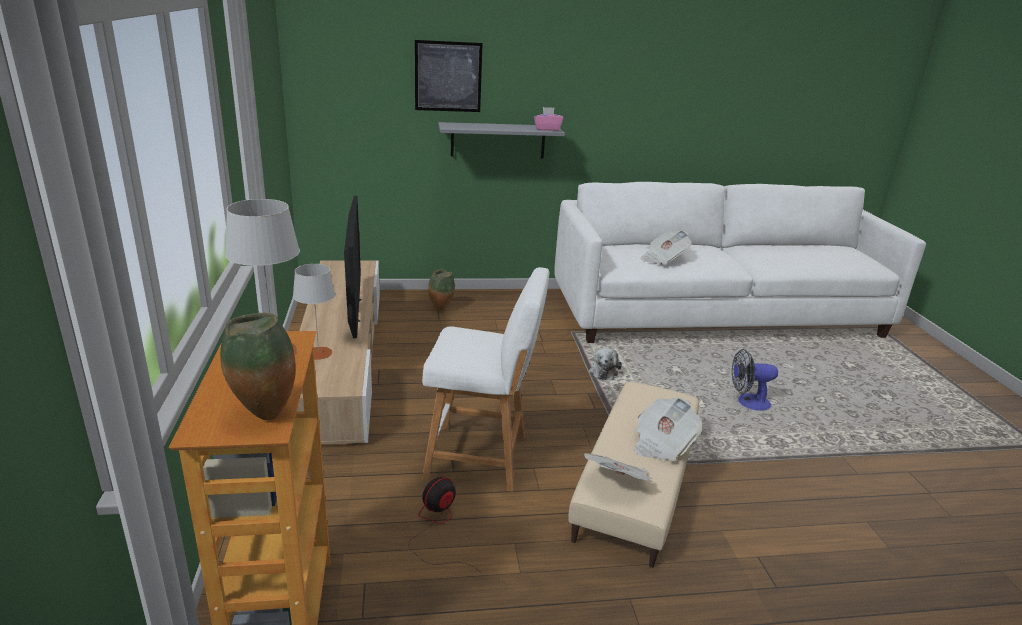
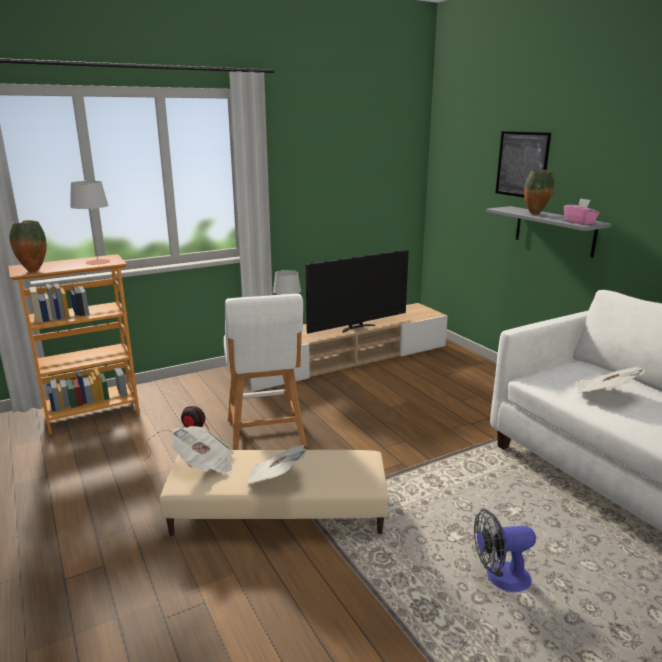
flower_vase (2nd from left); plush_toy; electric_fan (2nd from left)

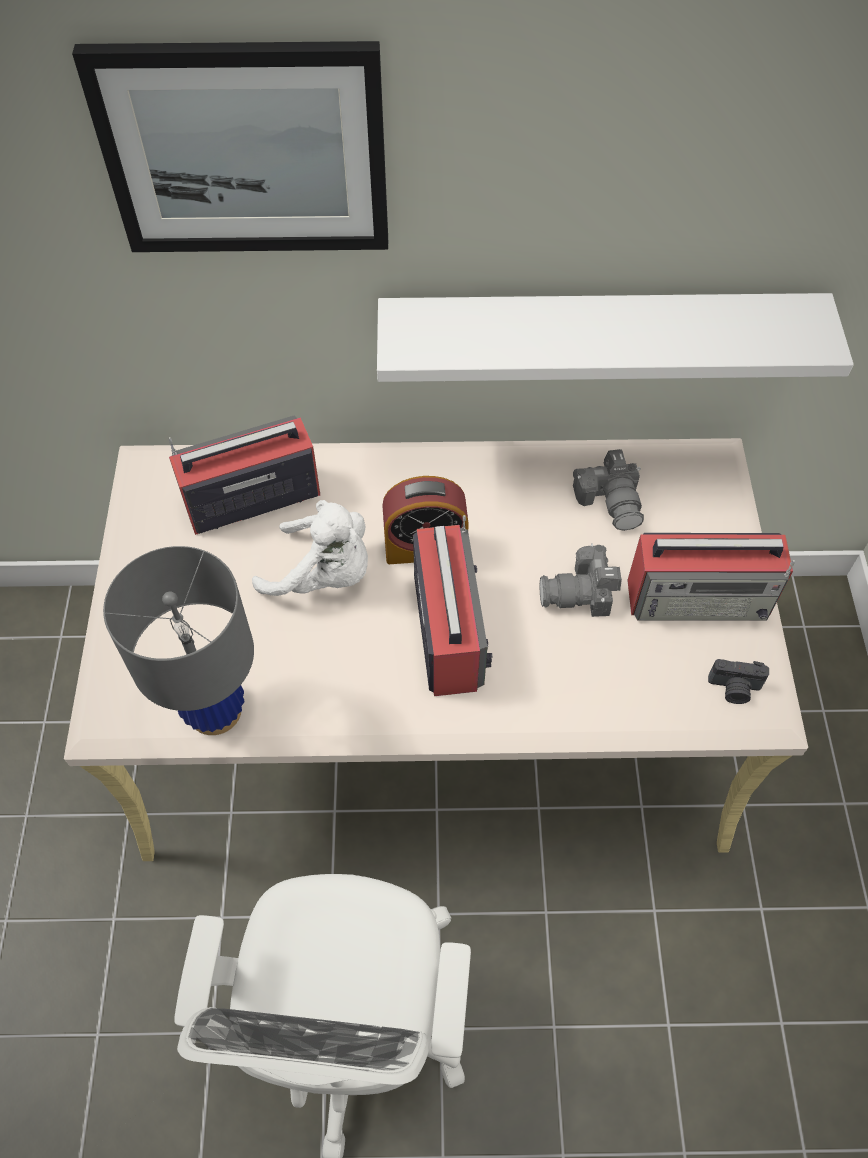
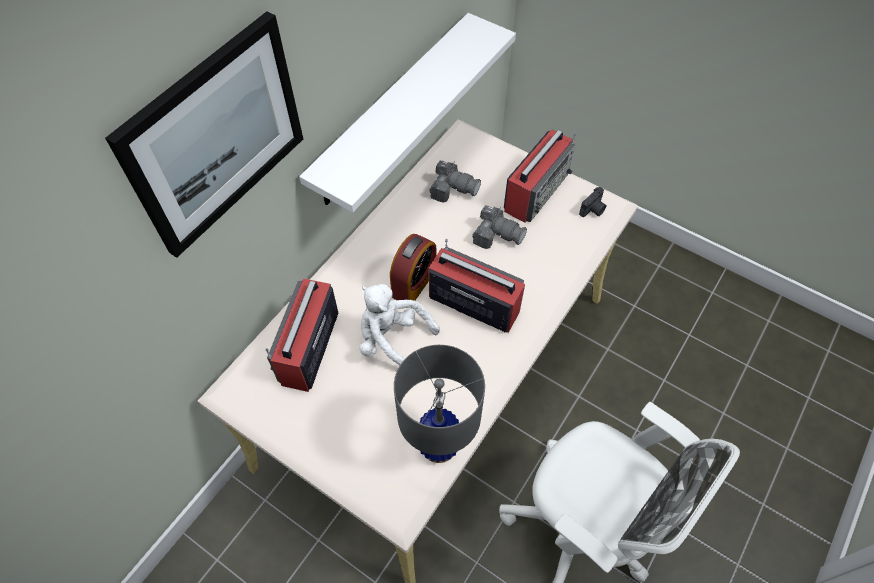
white_plush_toy; photo_camera (2nd from left)

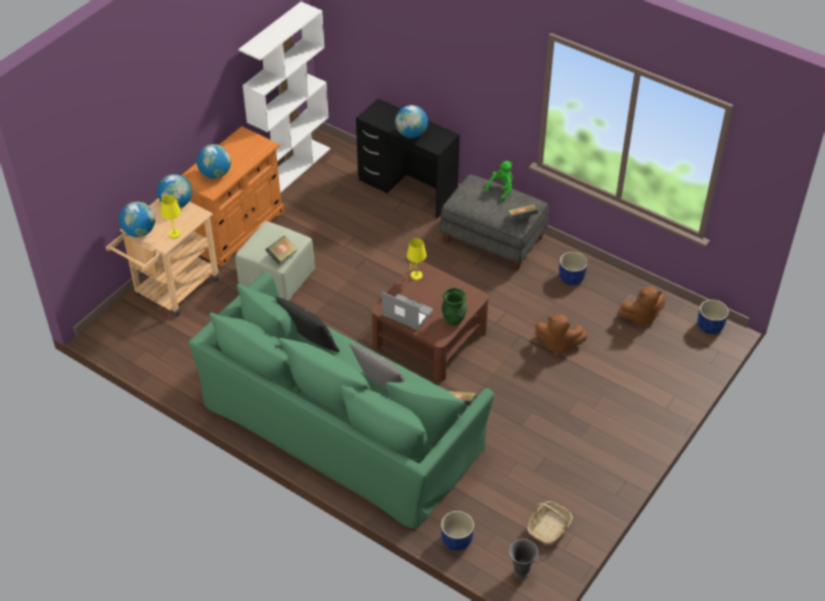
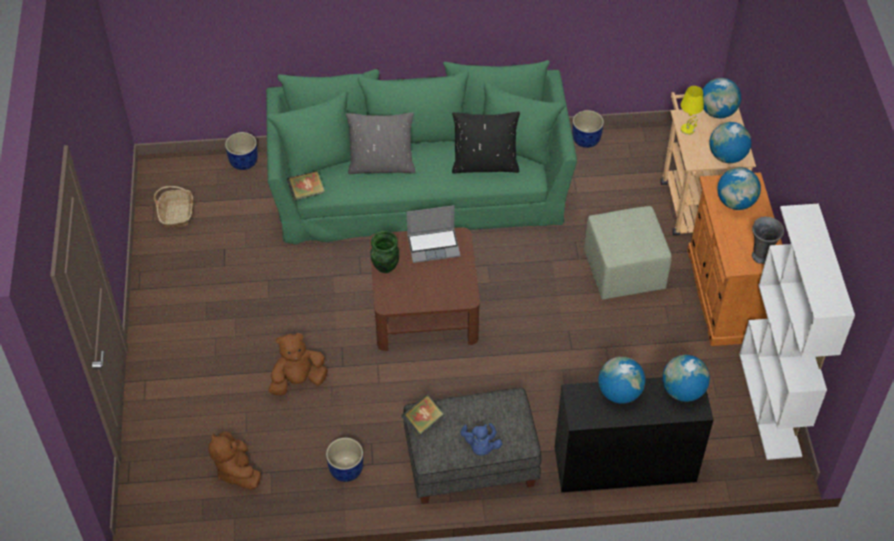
book (1st from left in the first image); yellow_lamp_for_a_table (2nd from left in the first image); bluish_plush_toy; gray_flower_vase; brown-coloured_plush_toy (1st from left); bluish_flower_pot (3rd from left); desk_globe (2nd from left)

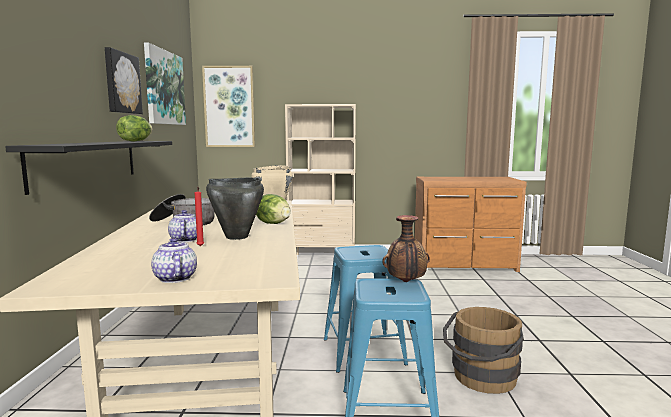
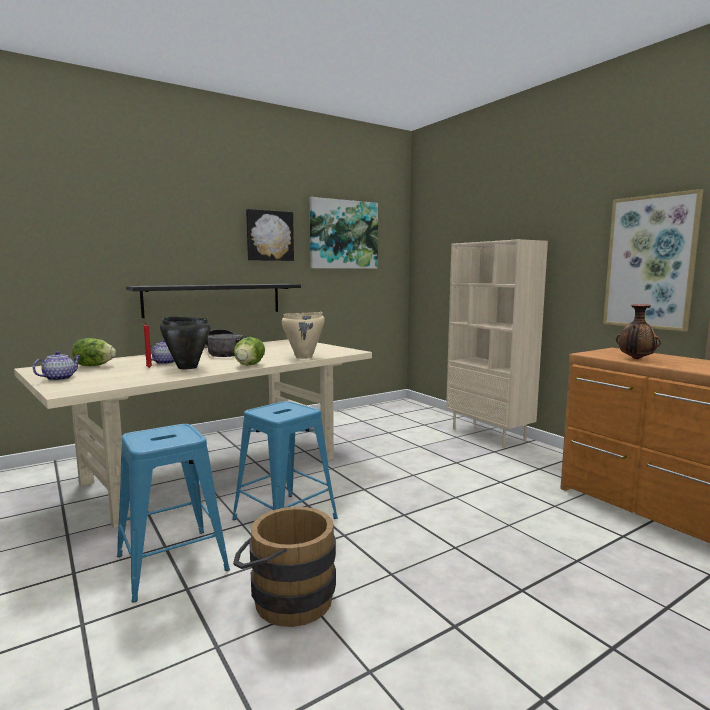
lettuce_head (1st from left); wall_art (3rd from left); flower_vase

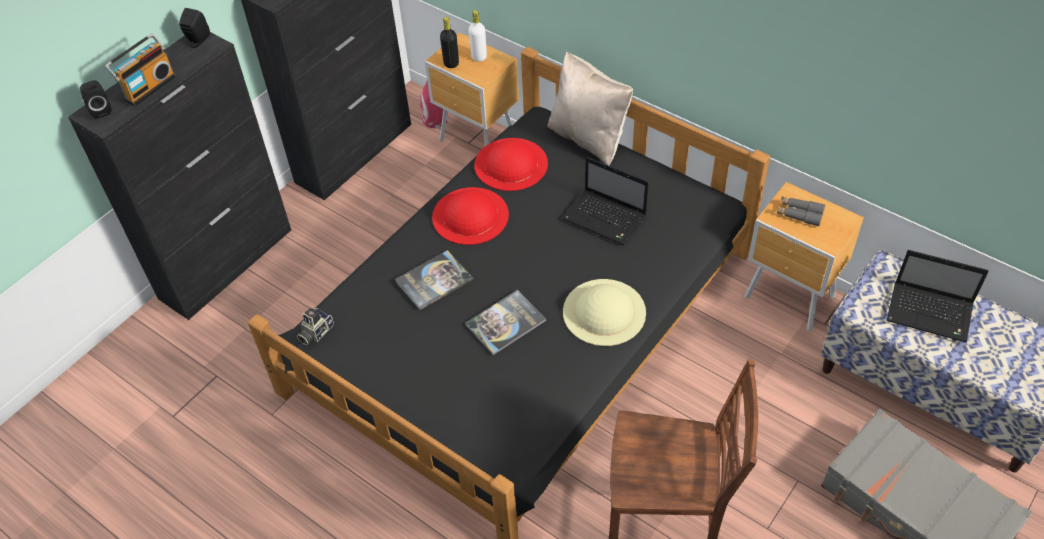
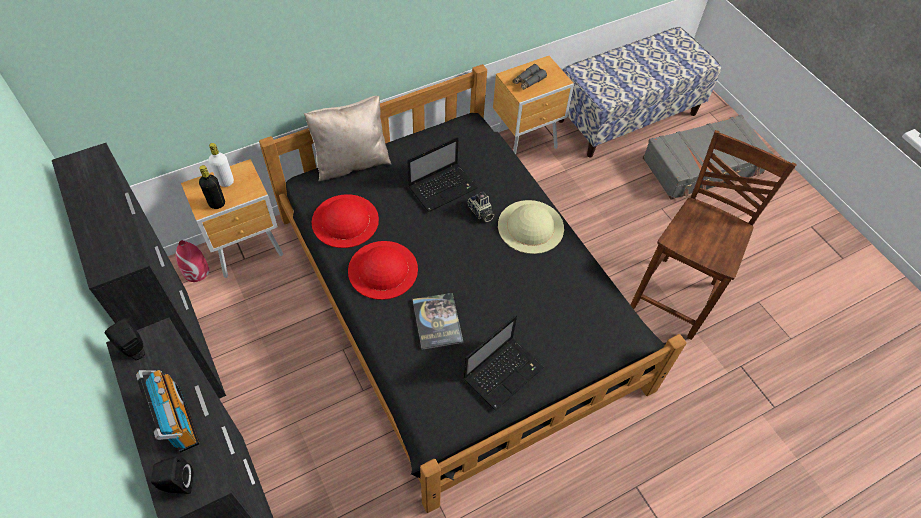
photo_camera; book (2nd from left in the first image); laptop (2nd from left)

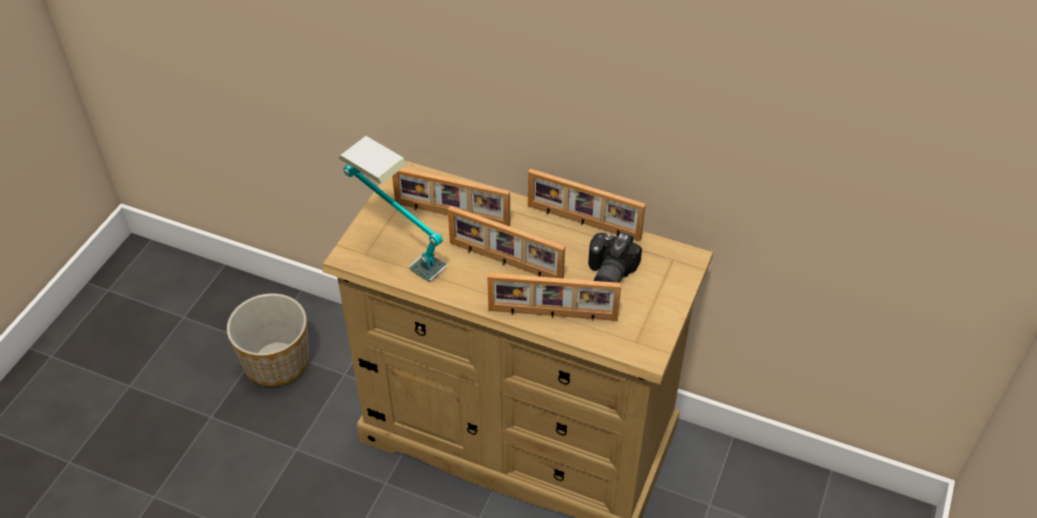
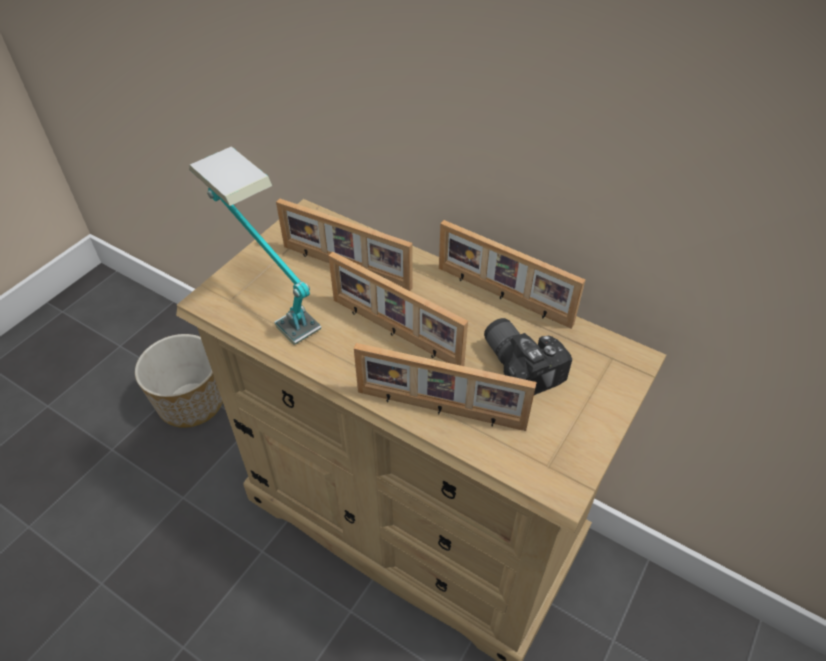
photo_camera

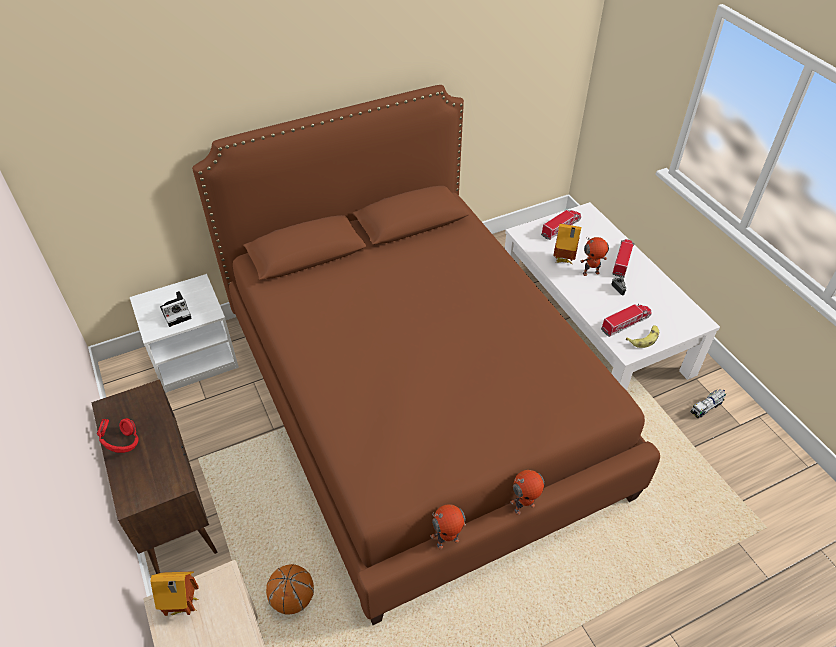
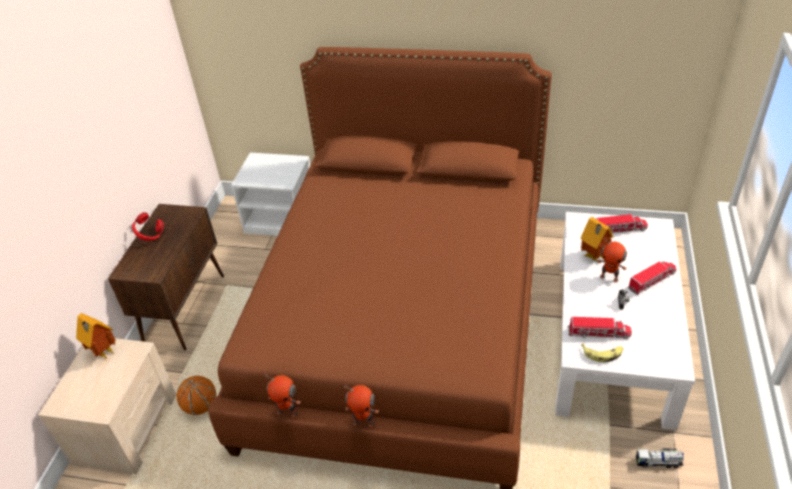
photo_camera (1st from left in the first image)

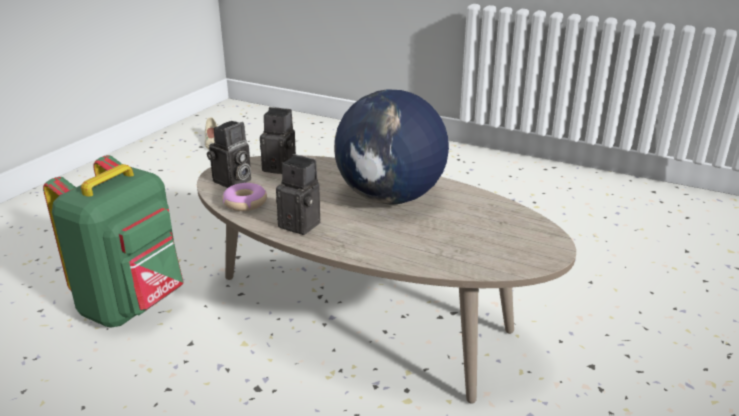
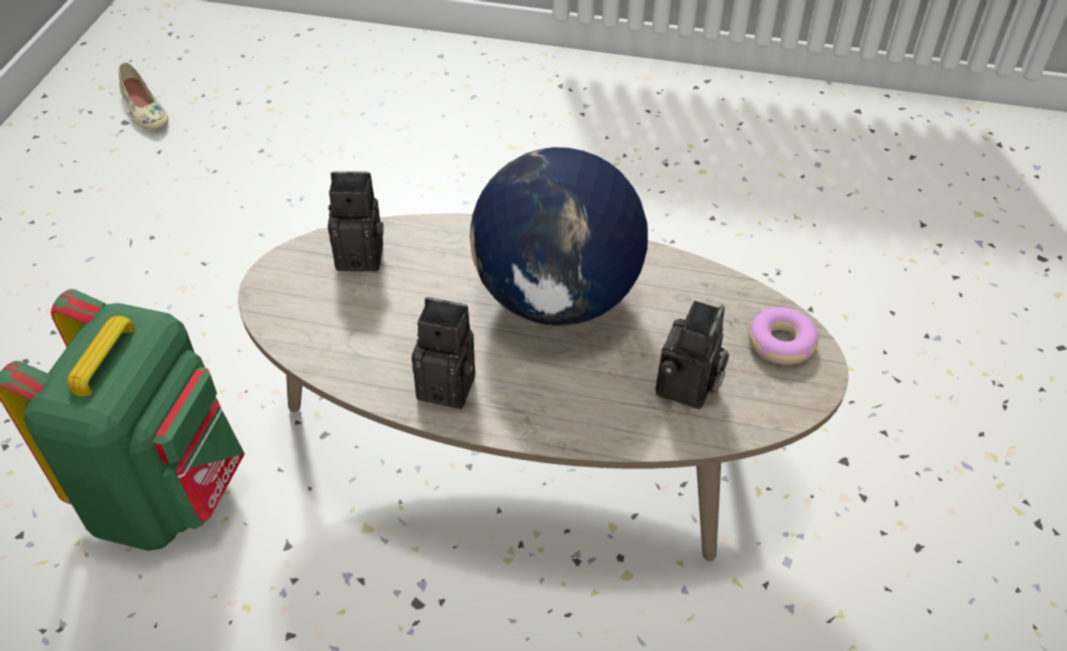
photo_camera (3rd from left); ring_doughnut

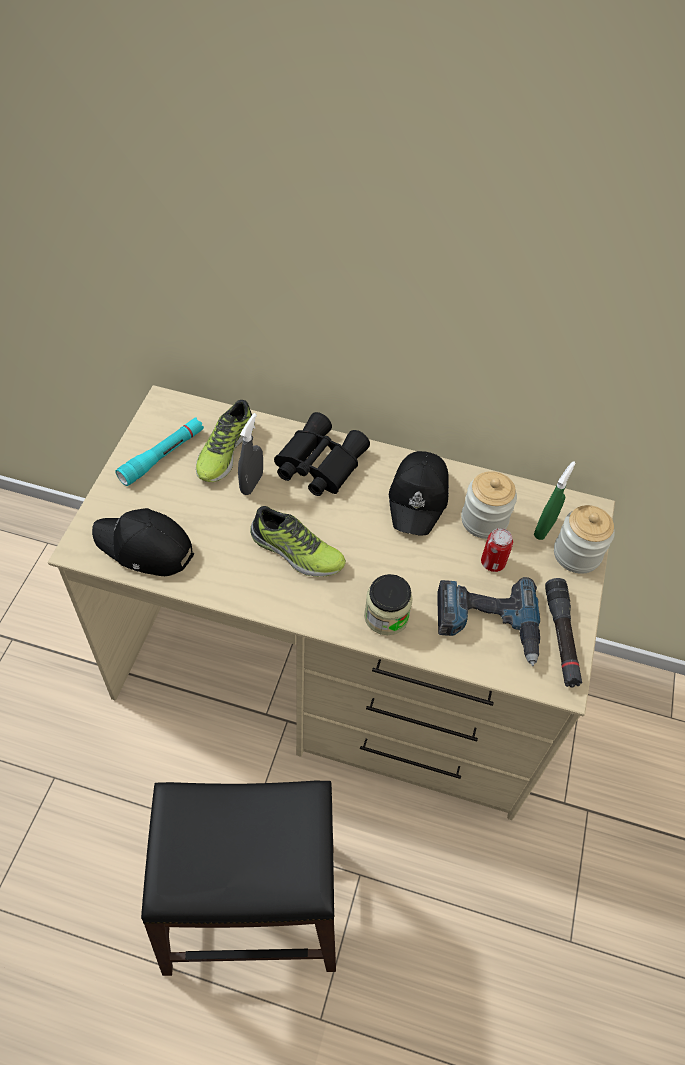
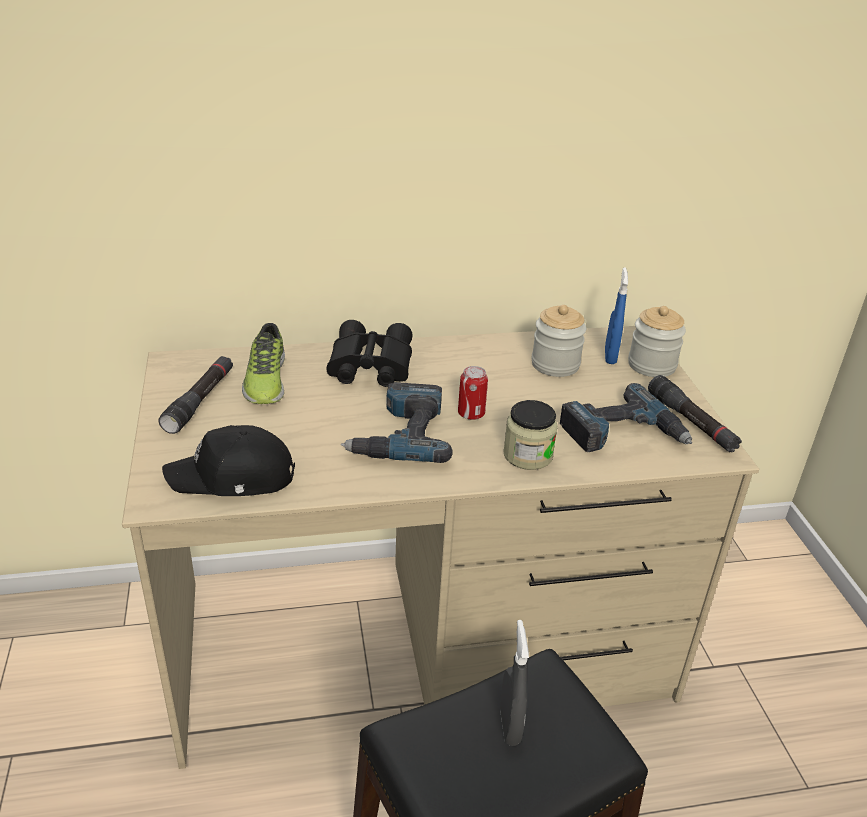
black_hand_torch (1st from left); gray_sprayer; electric_drill (1st from left); black_peaked_cap (2nd from left in the first image); metal_can; bluish_sprayer

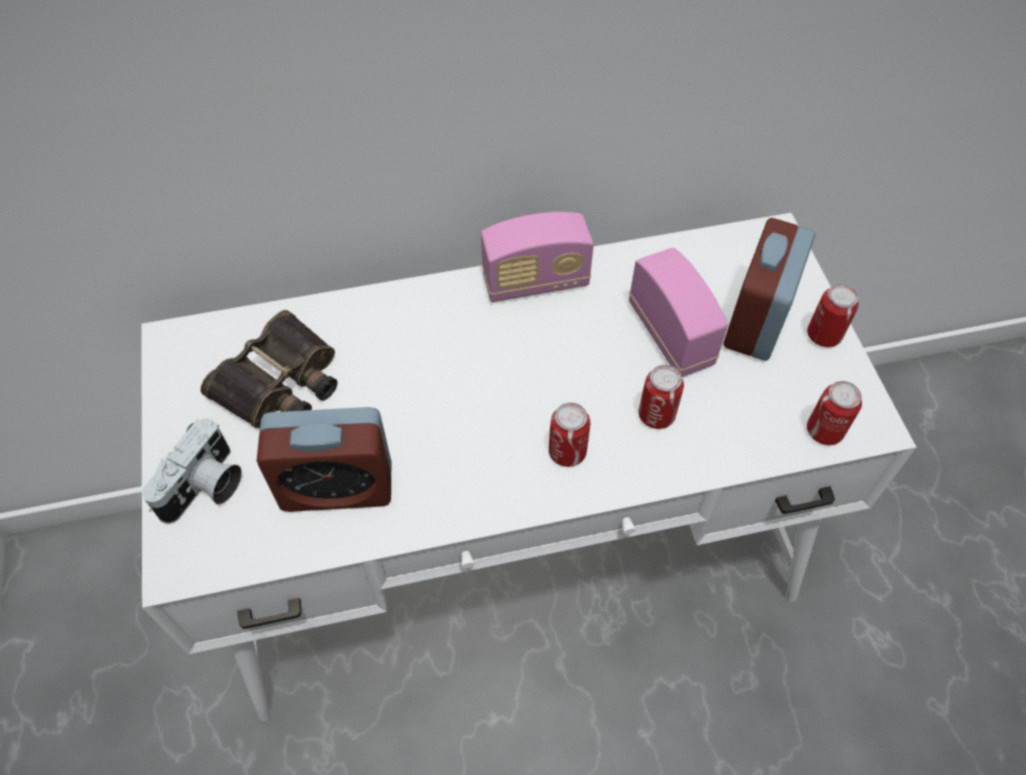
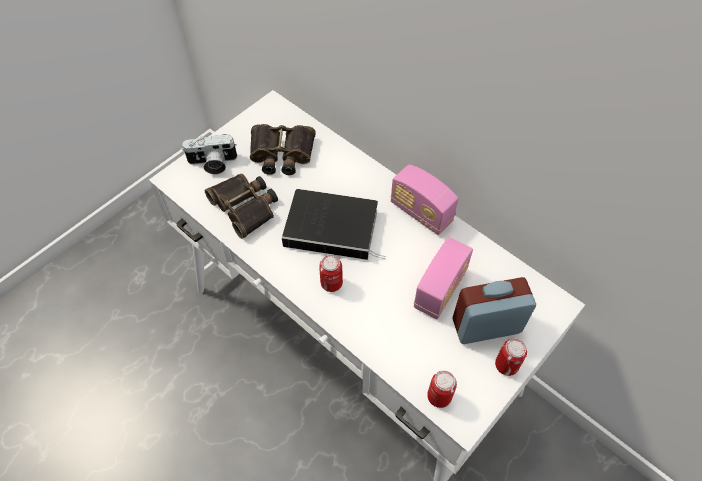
binoculars (1st from left); metal_can (2nd from left in the first image); book

